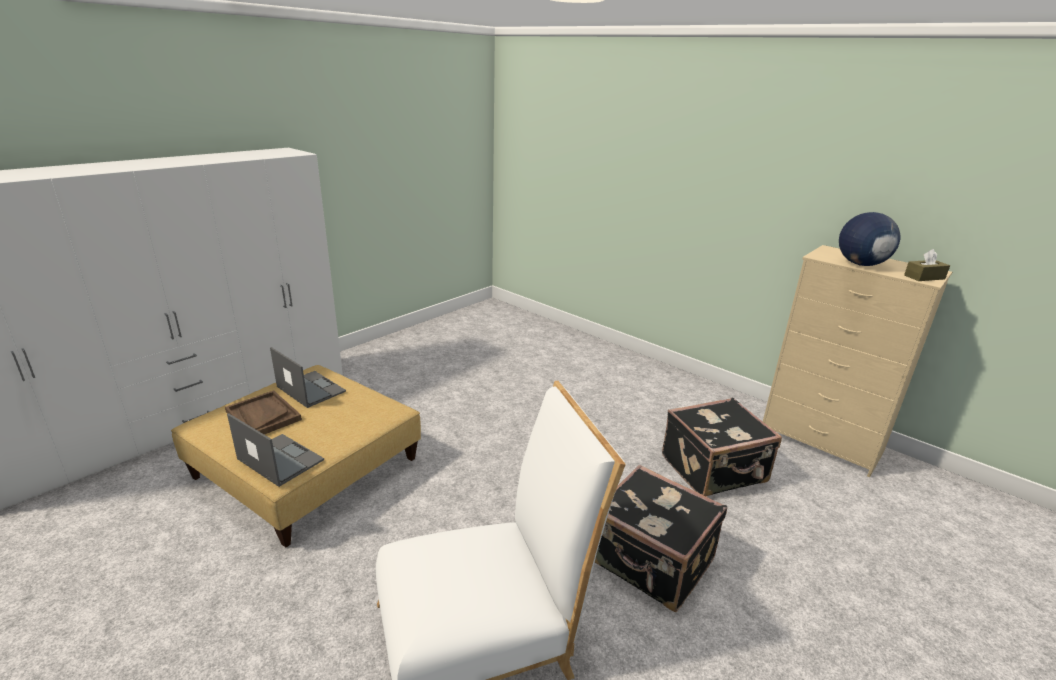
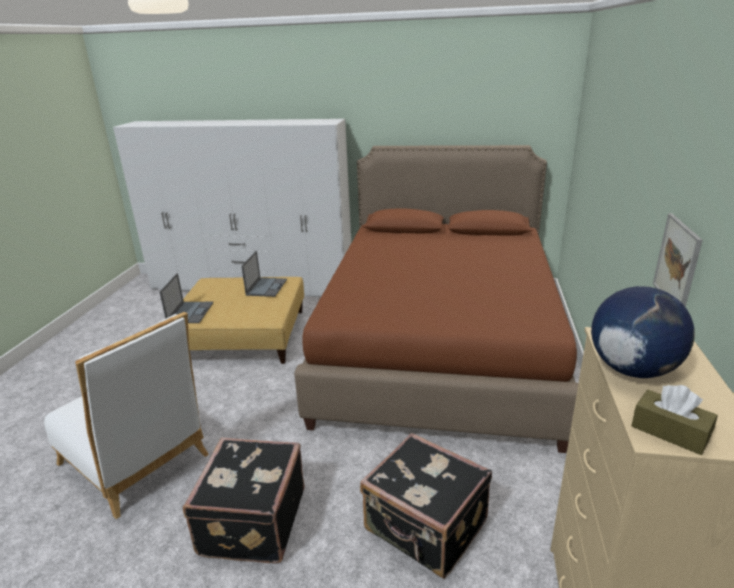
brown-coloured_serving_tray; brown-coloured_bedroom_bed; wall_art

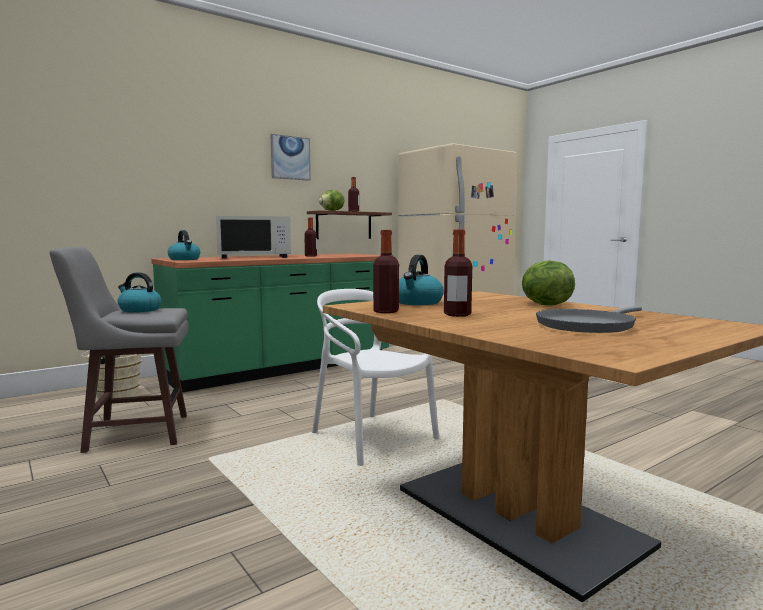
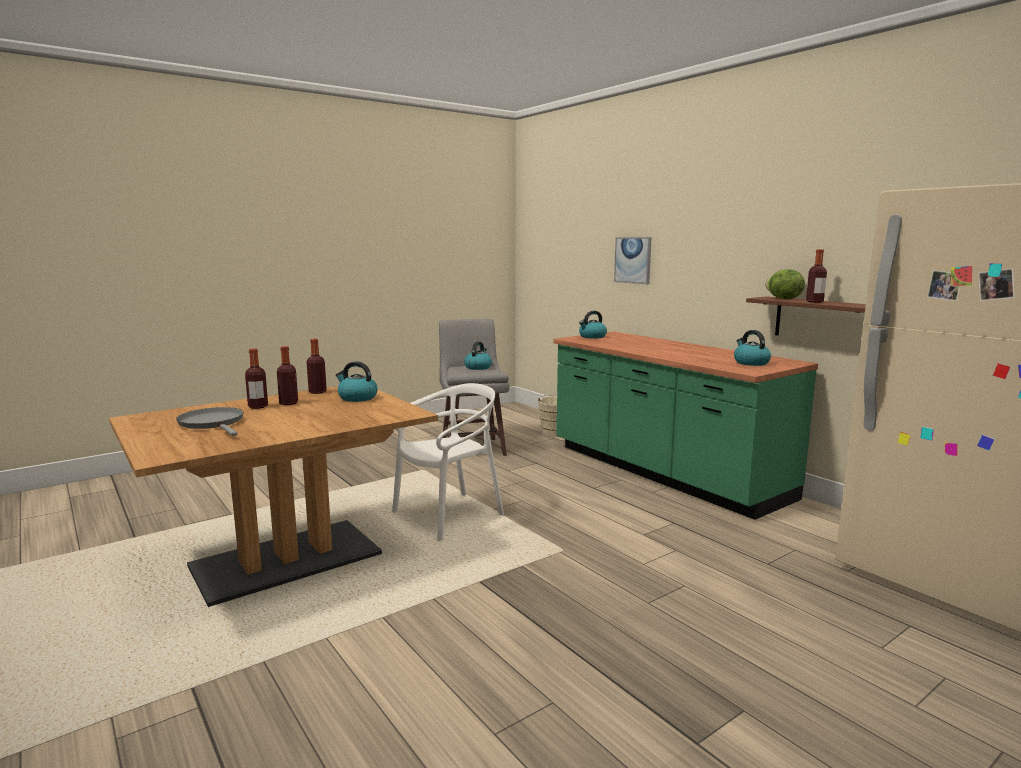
white_microwave; wall_art; beverage_bottle (1st from left); lettuce_head (2nd from left in the first image); kettle (4th from left)

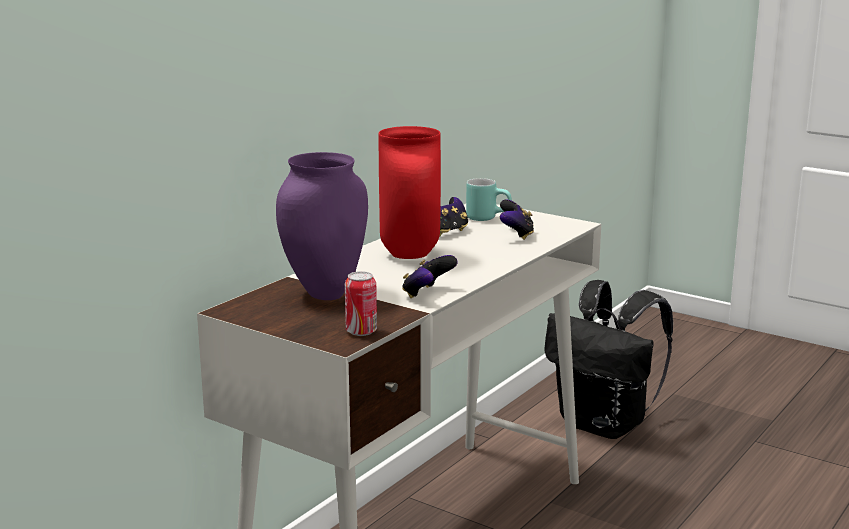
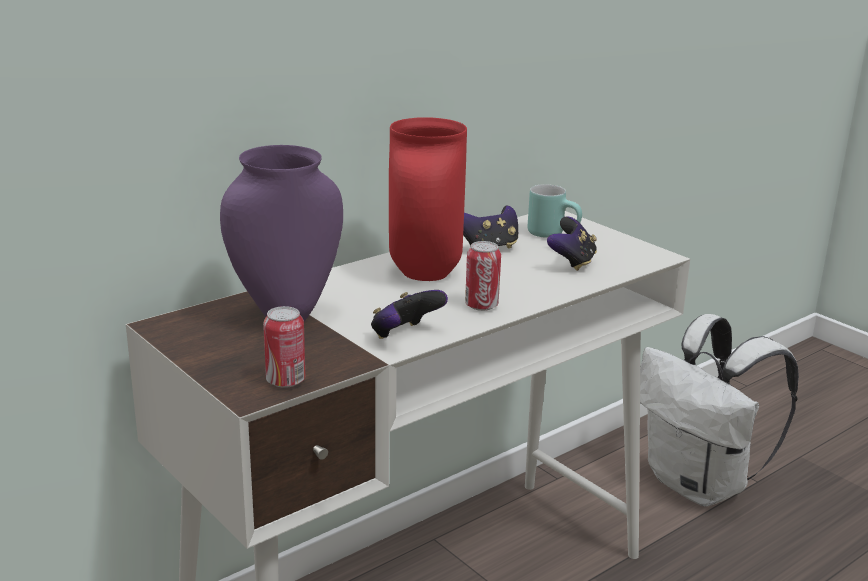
white_knapsack; metal_can (2nd from left)

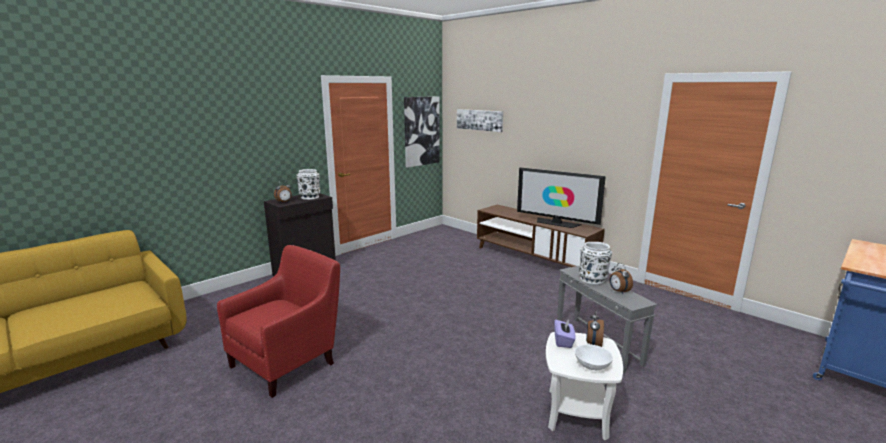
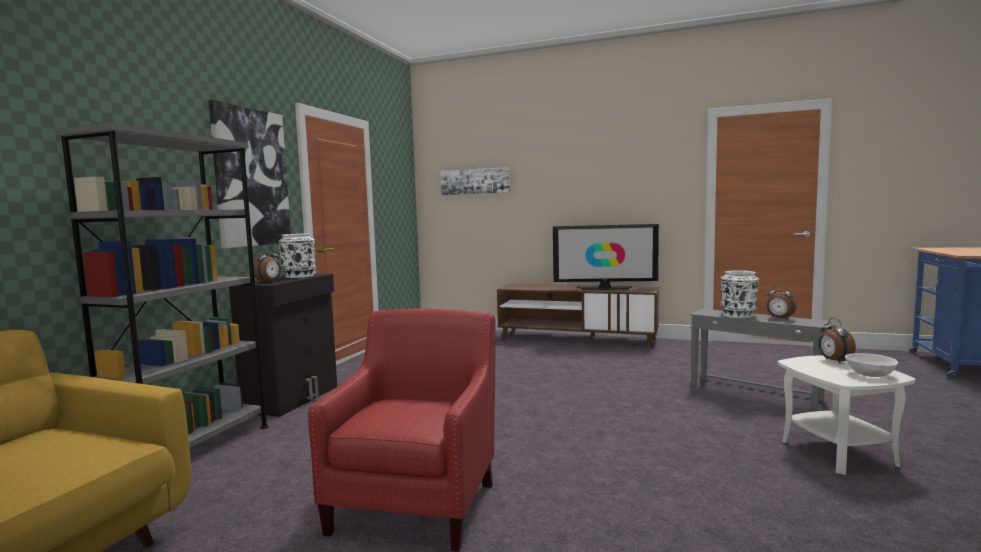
wall_art (1st from left); purple_tissue_holder; gray_shelving_unit

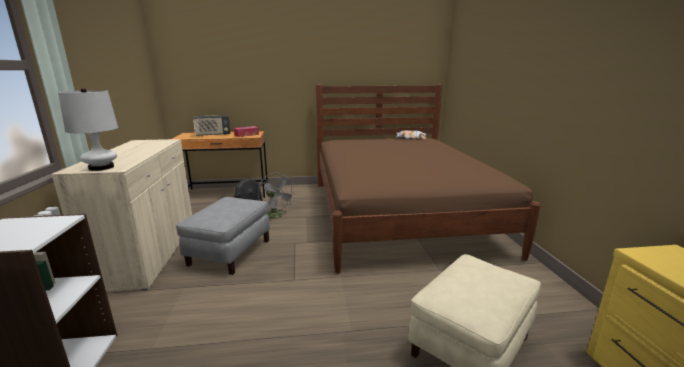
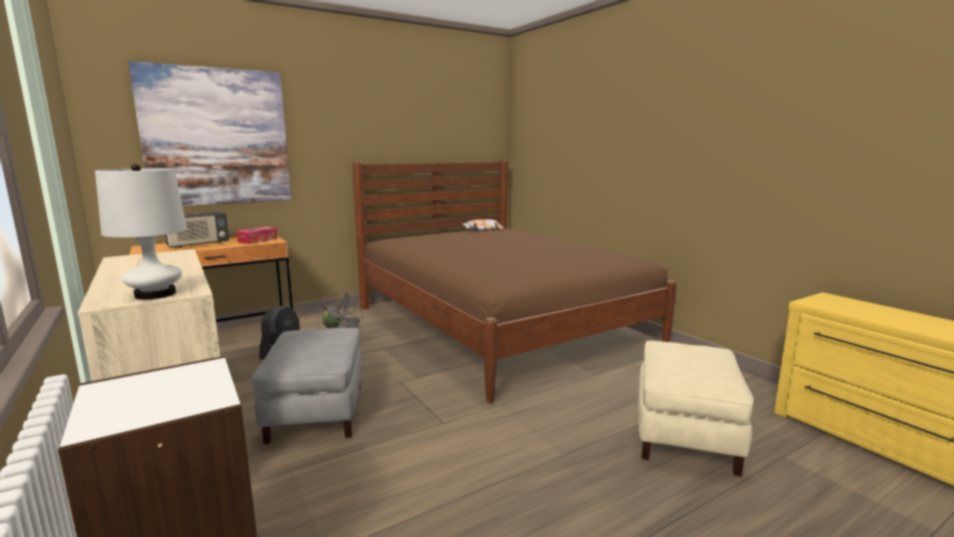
wall_art

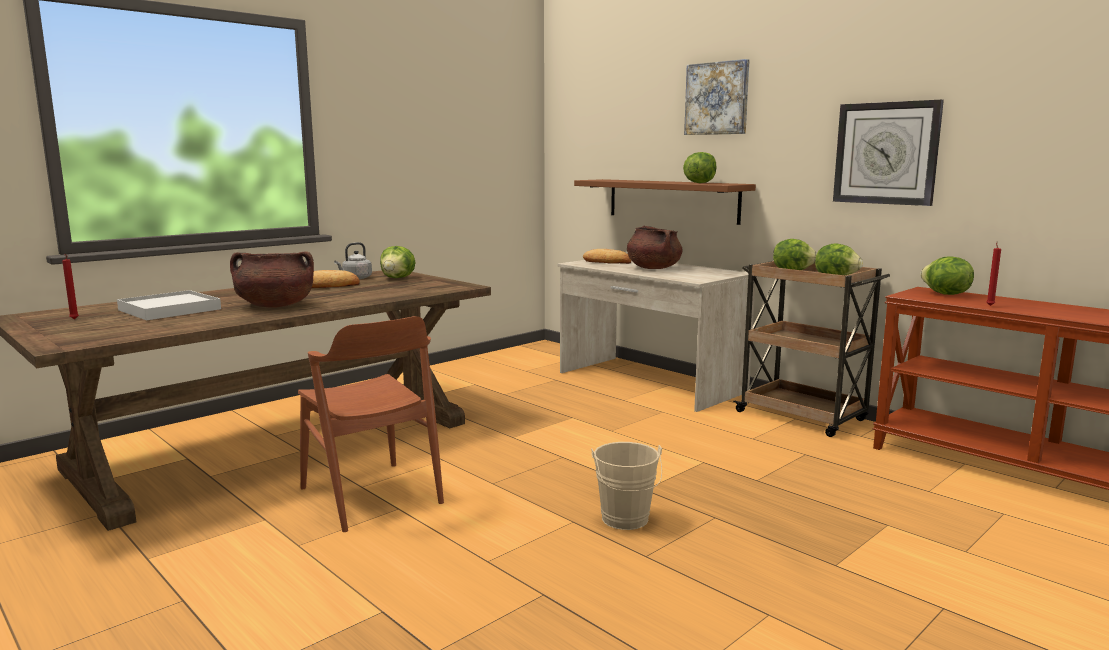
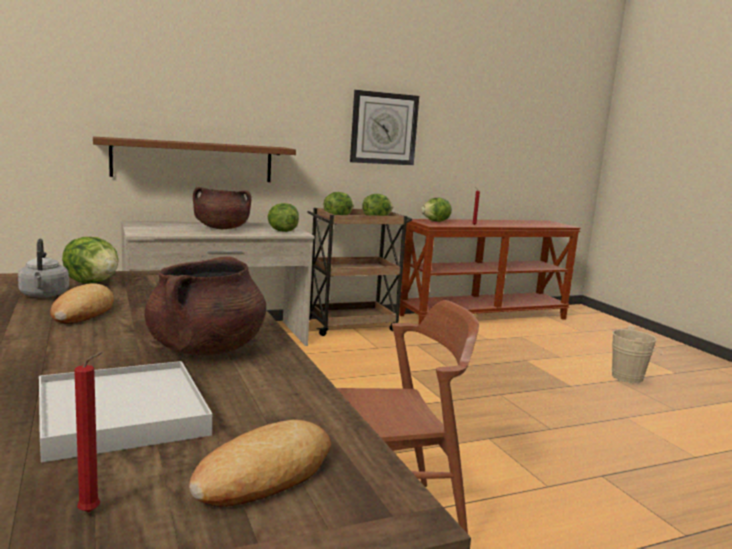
bakery_bread (2nd from left); sand-coloured_bucket; lettuce_head (2nd from left); wall_art

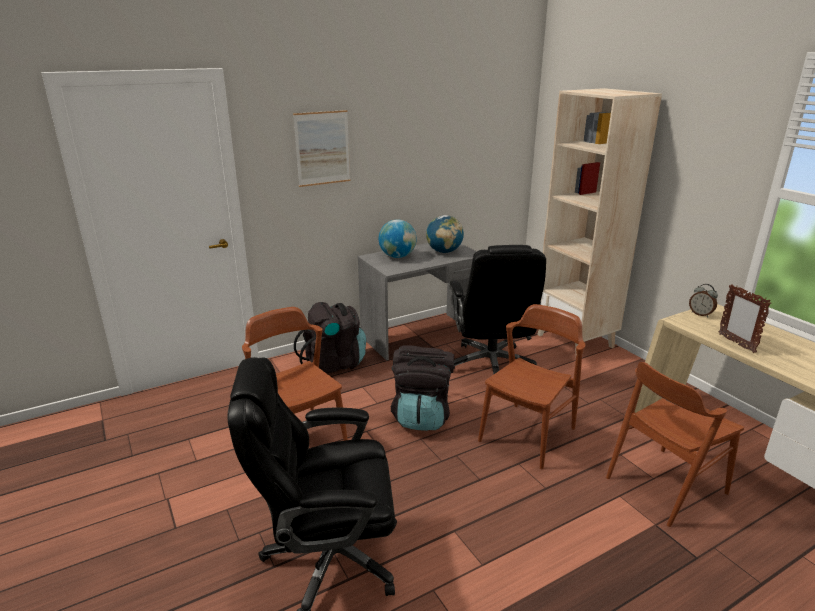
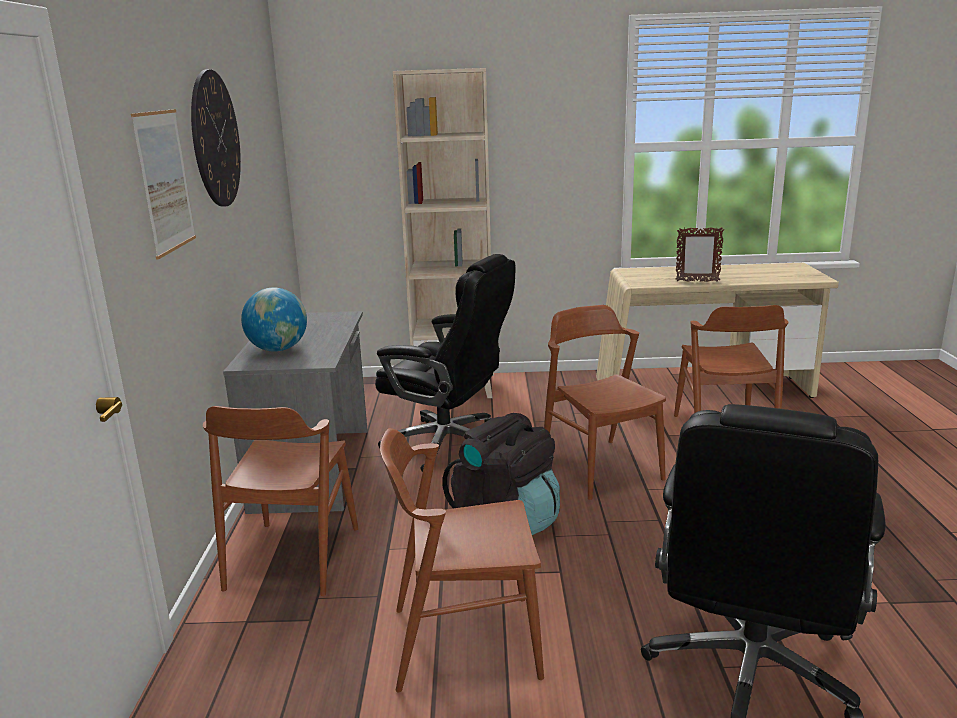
brown-coloured_plain_chair (1st from left); desk_globe (2nd from left in the first image); table_clock; clock_on_the_wall

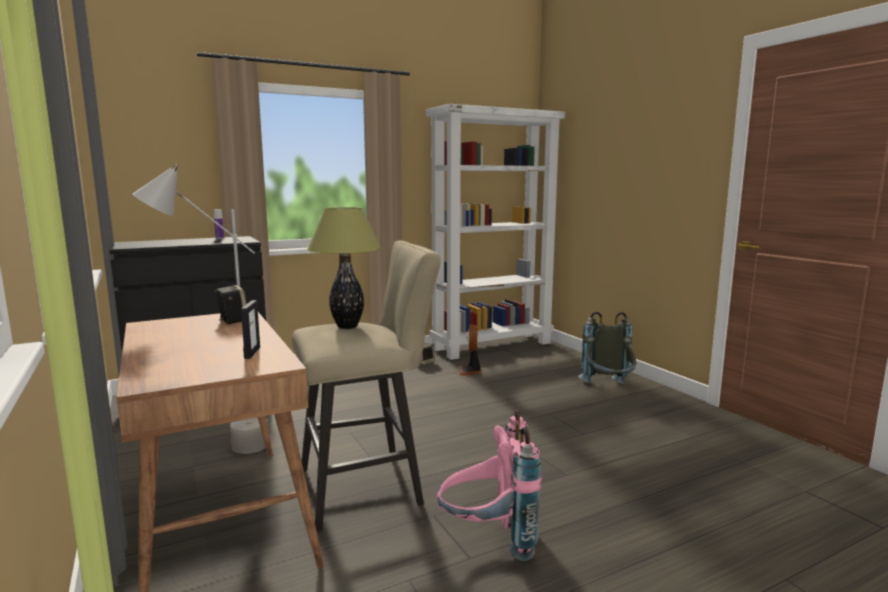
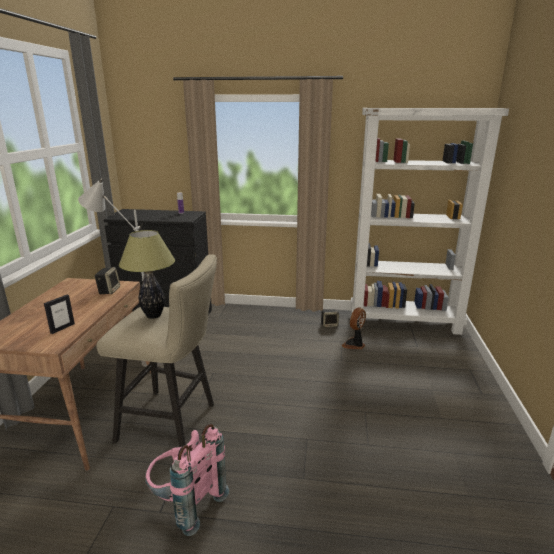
gray_knapsack

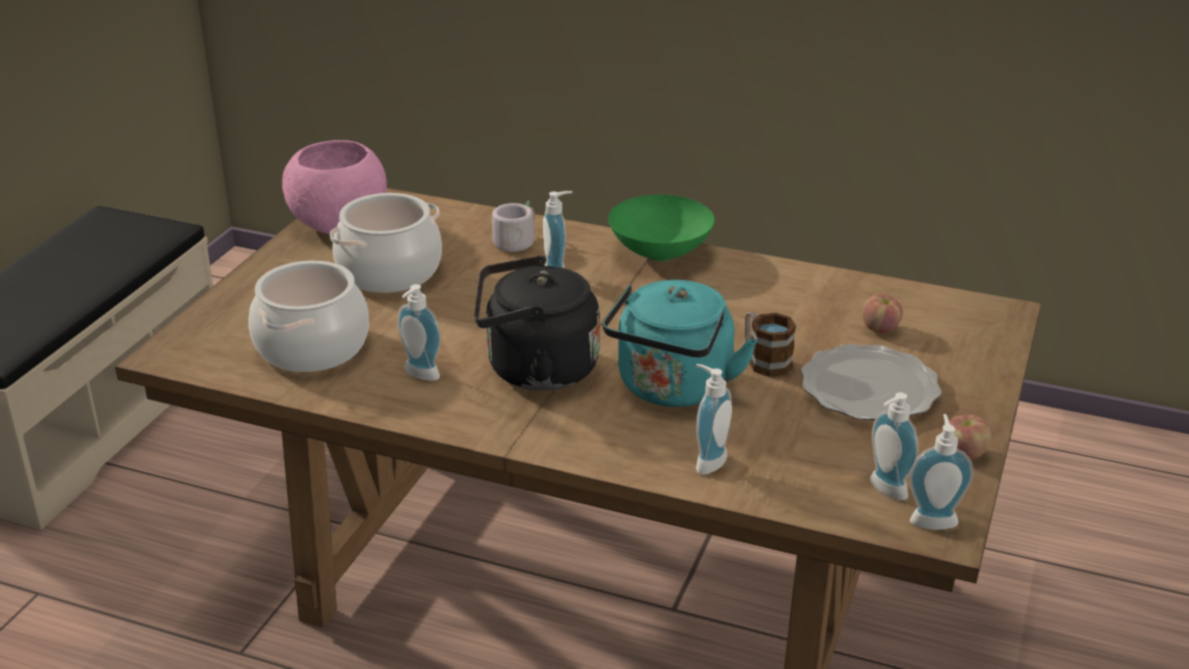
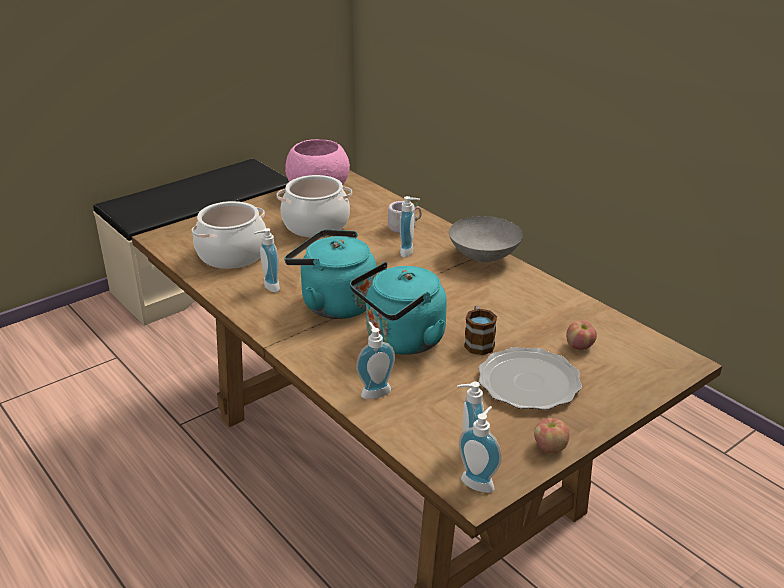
blue-green_kettle (1st from left); gray_serving_bowl

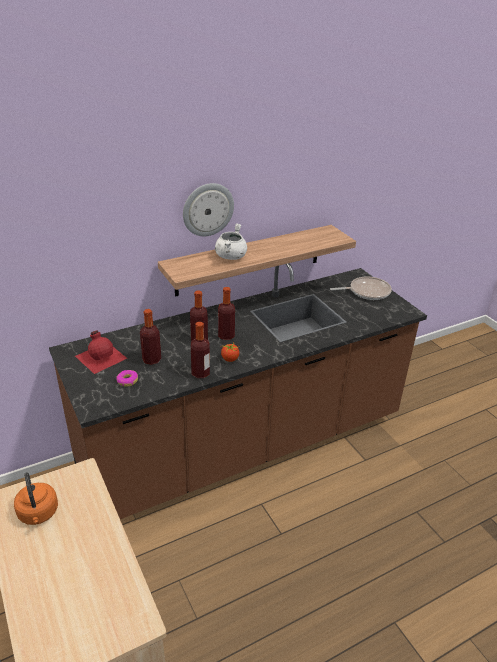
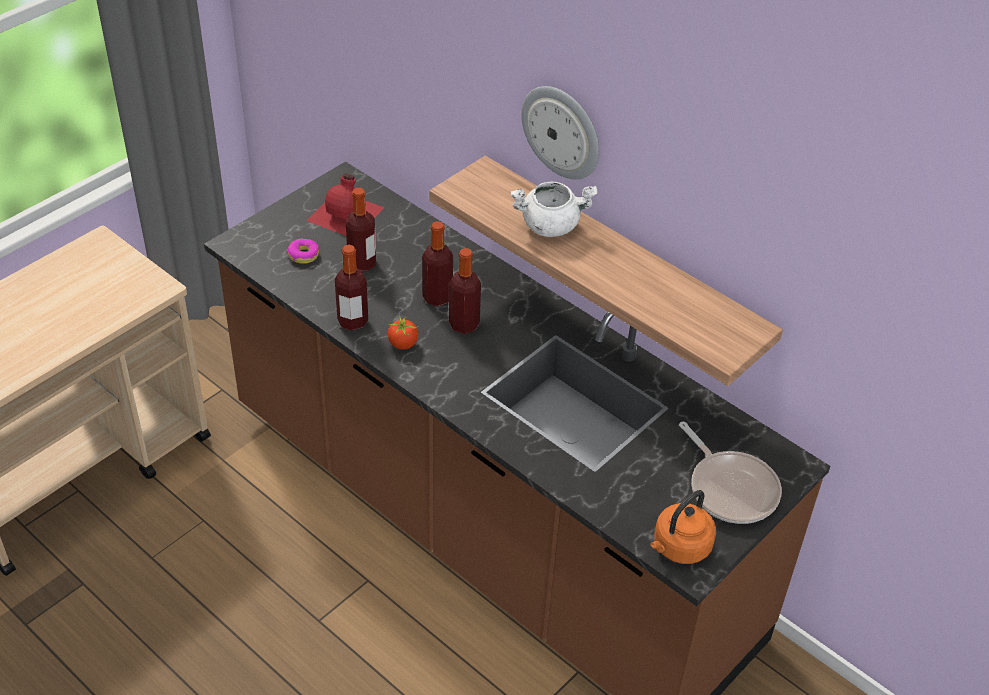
orangey_kettle

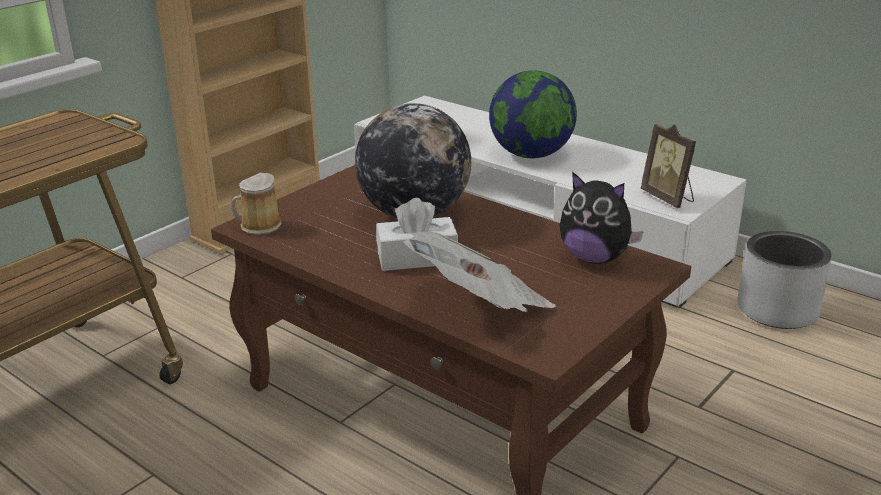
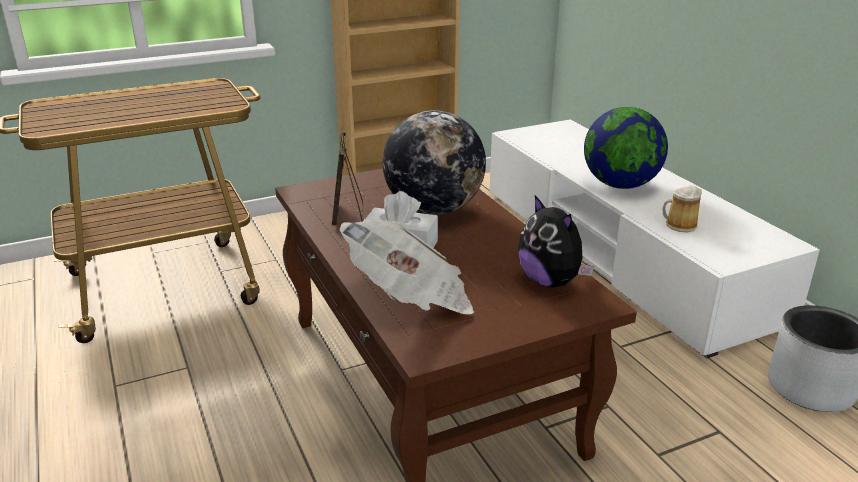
coffee_mug; standing_frame

